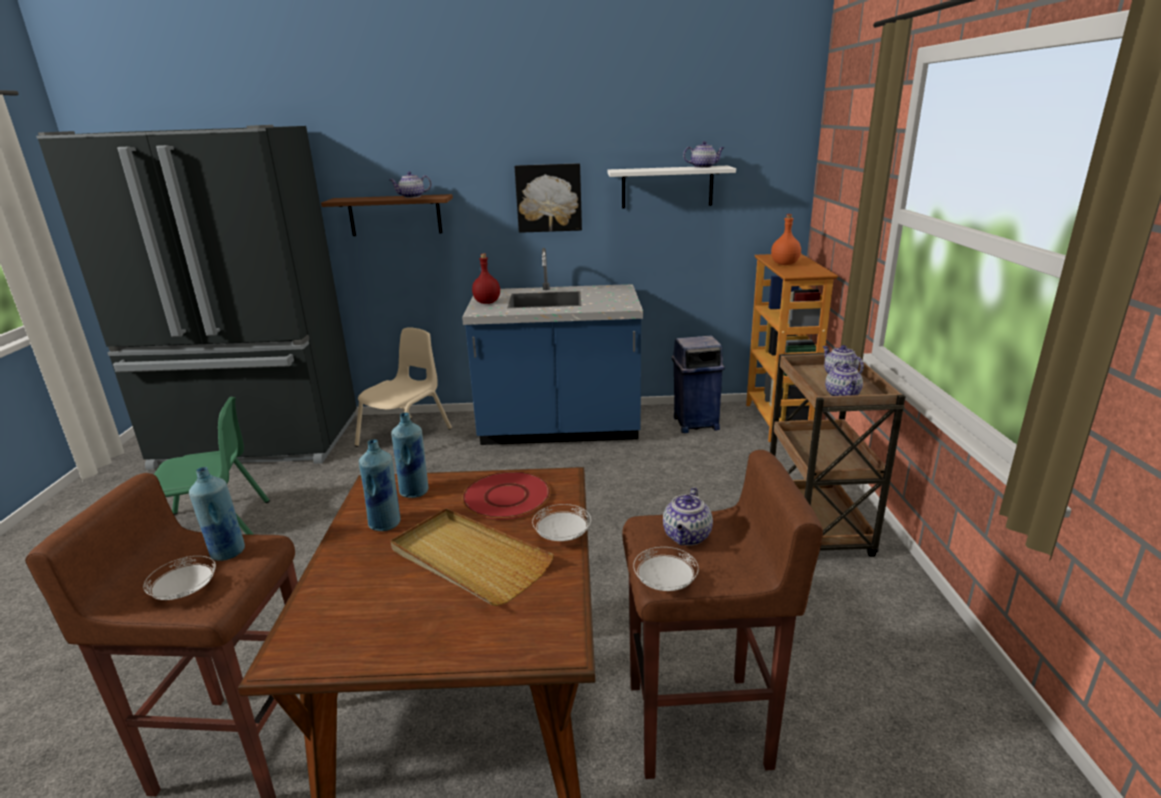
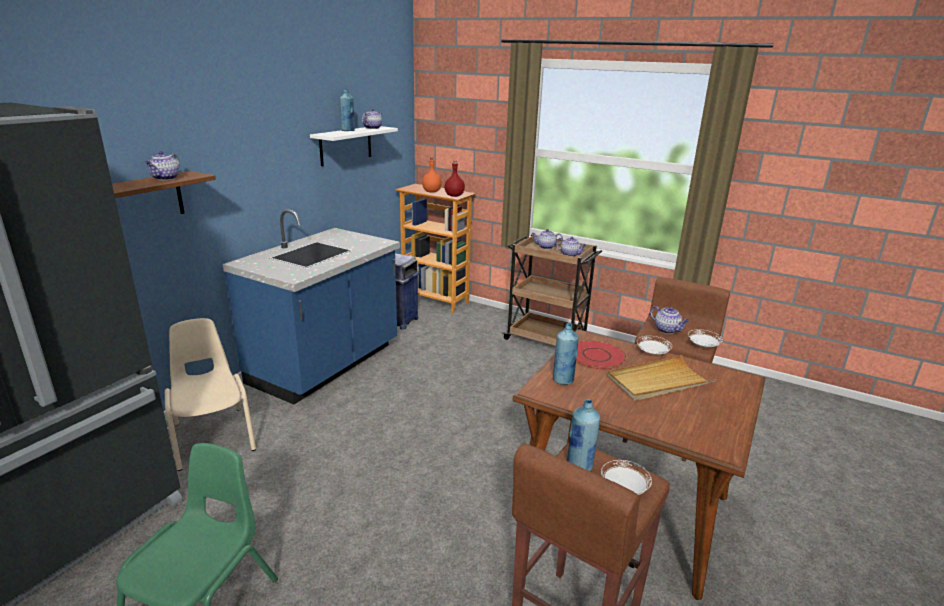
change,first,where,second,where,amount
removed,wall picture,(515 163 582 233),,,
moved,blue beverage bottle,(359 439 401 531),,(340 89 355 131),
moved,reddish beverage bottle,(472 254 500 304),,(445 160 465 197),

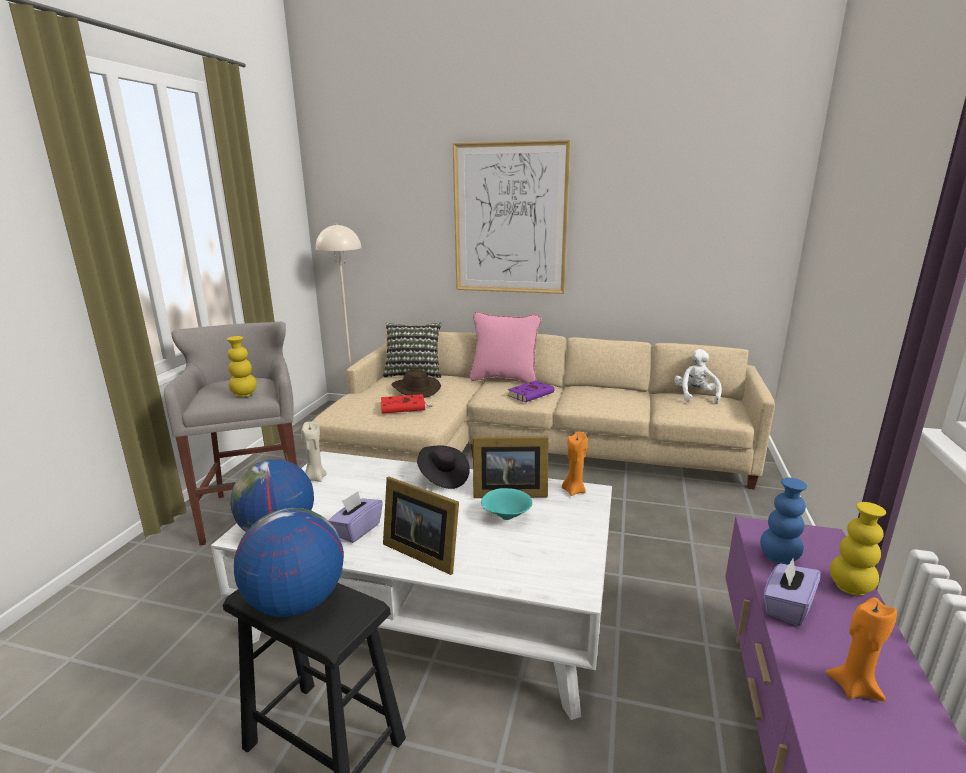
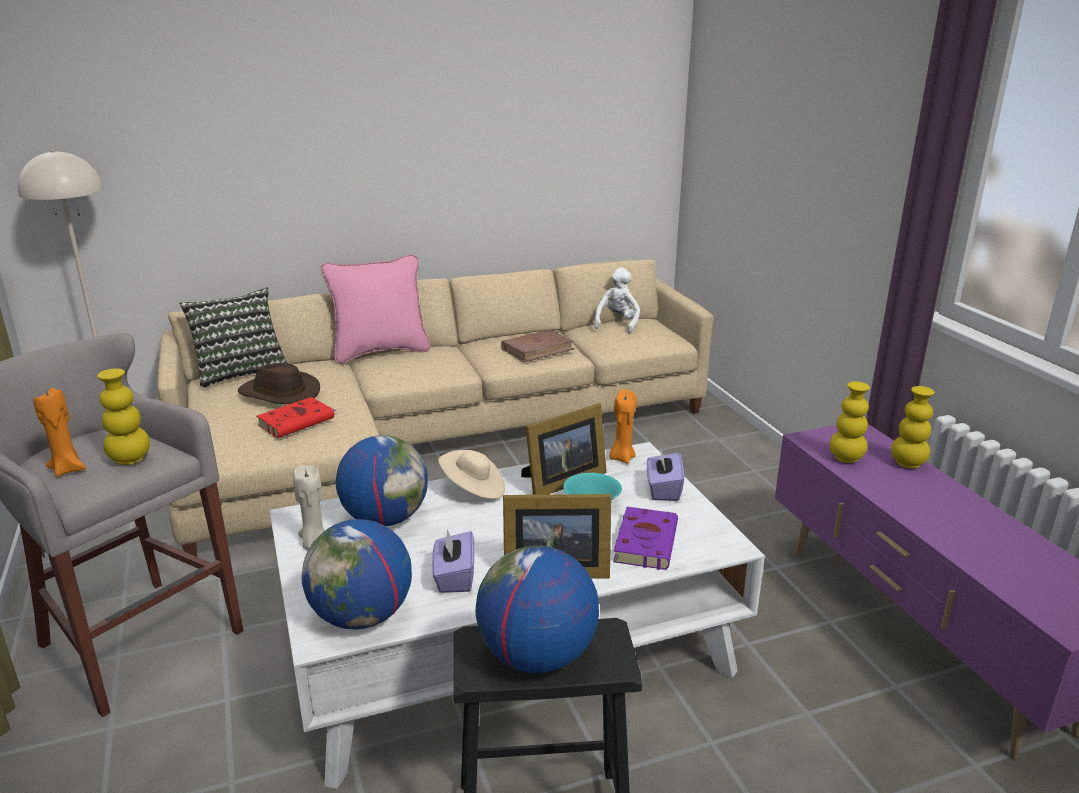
change,first,where,second,where,amount
removed,wall picture,(453 140 571 294),,,
added,,,desk globe,(336 435 428 526),
added,,,brownish book,(501 329 574 362),
moved,purple book,(508 380 555 402),,(613 507 678 570),
moved,purple tissue holder,(763 558 821 626),,(647 450 684 501),
moved,orange wax candle,(825 597 897 701),,(33 388 86 477),
recoloured,black-coloured clothing hat,(417 446 470 489),beige clothing hat,(438 450 505 499),
recoloured,blue decorative vase,(760 478 807 565),yellowish decorative vase,(830 382 870 463),
turned,white-coloured soft toy,(674 349 722 404),,(594 267 640 334),45 degrees clockwise

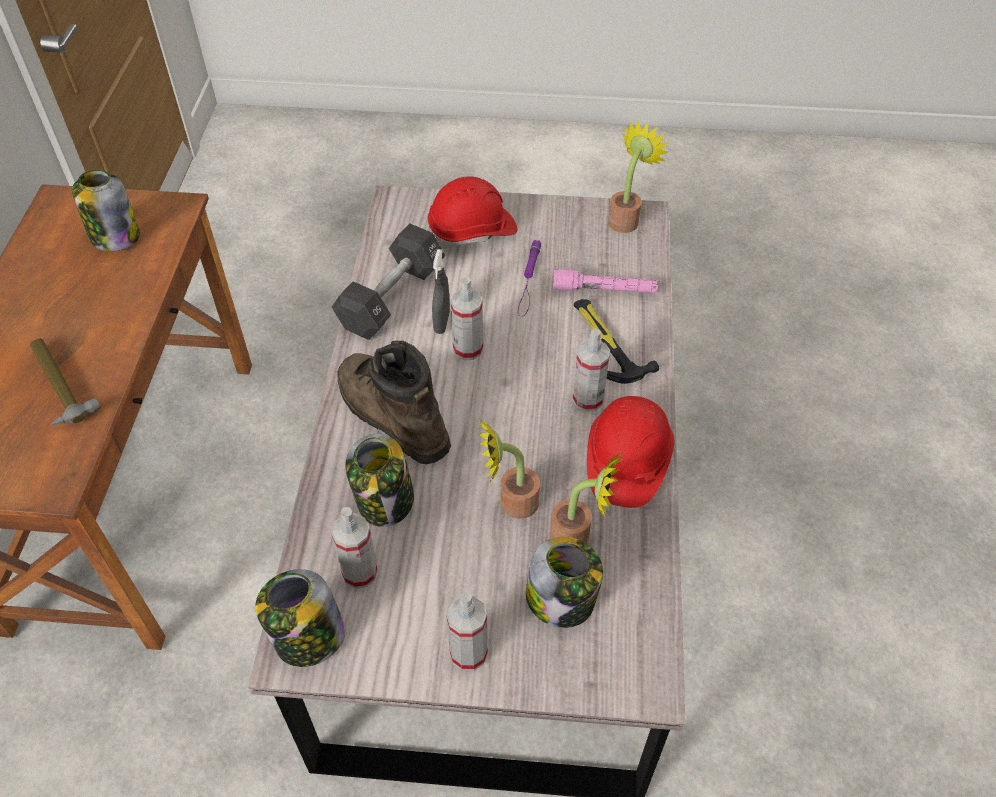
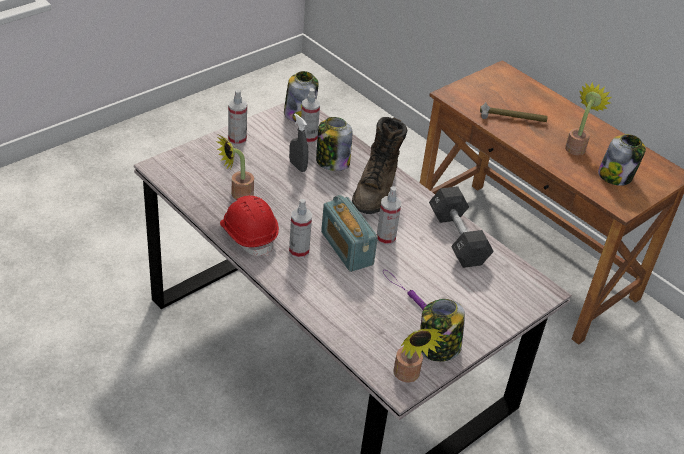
change,first,where,second,where,amount
removed,reddish hard hat,(428 176 517 248),,,
removed,pink-coloured torch,(553 269 658 293),,,
removed,hand hammer,(574 299 659 384),,,
added,,,radio receiver,(321 195 378 272),
moved,gray hand sprayer,(432 249 450 334),,(289 113 308 172),
moved,plant in a pot,(477 419 540 519),,(565 82 611 155),
moved,preserve jar,(526 537 603 628),,(420 299 465 362),
turned,brownish tall boot,(337 341 451 464),,(352 117 408 214),105 degrees clockwise

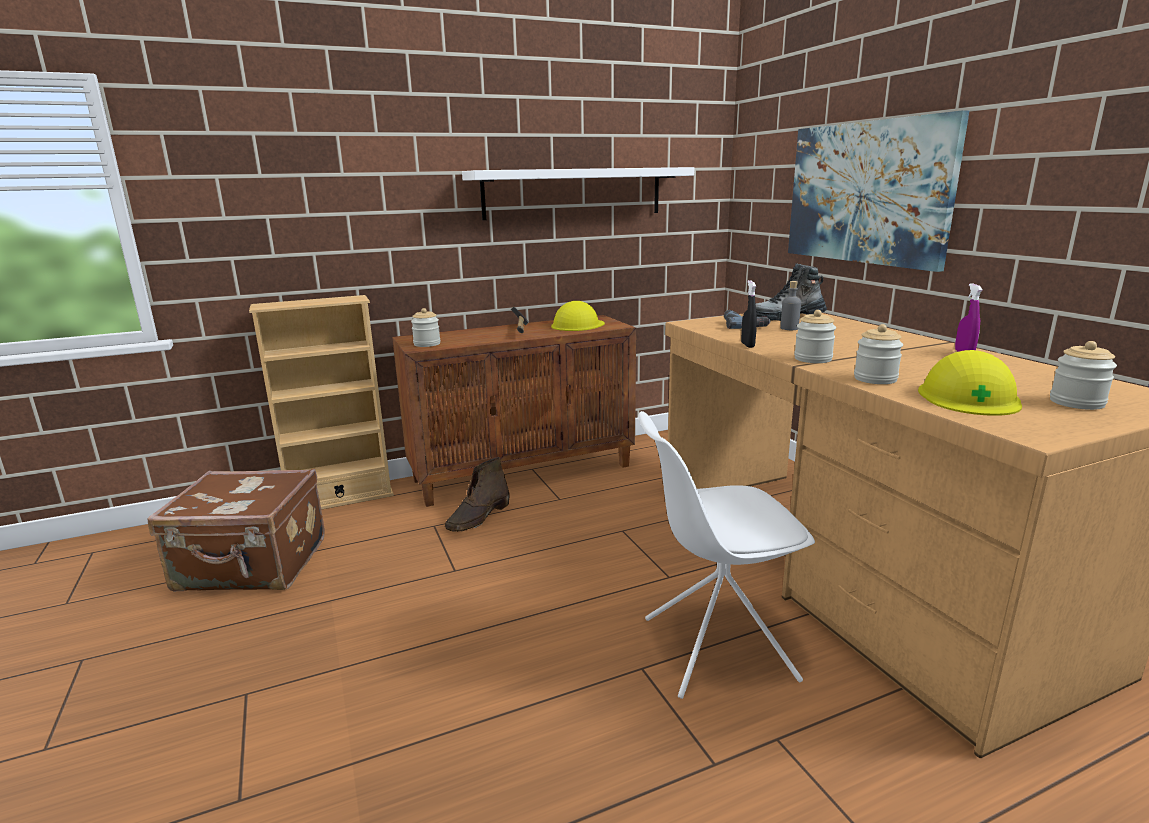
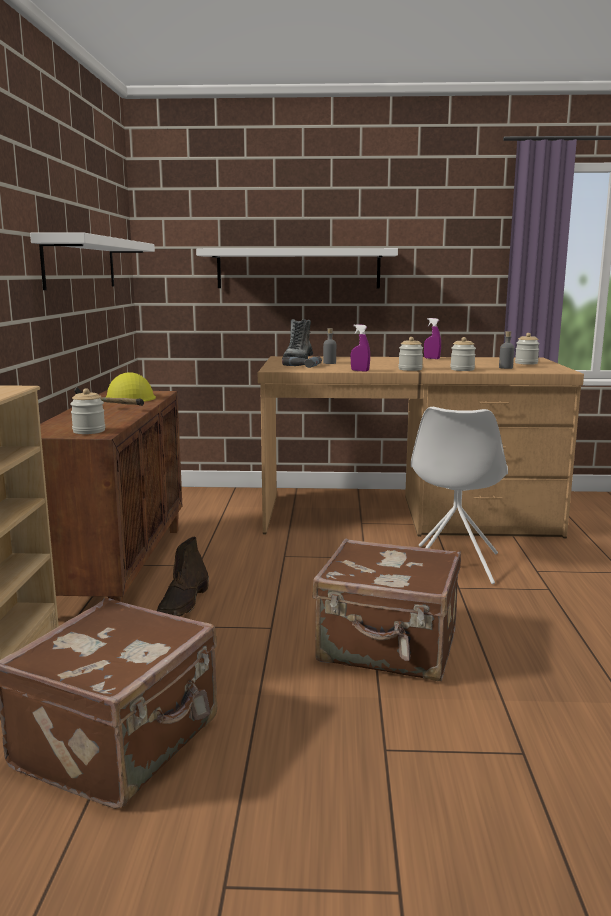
change,first,where,second,where,amount
added,,,brownish travel case,(313 539 461 681),
replaced,wall picture,(788 110 969 272),white-coloured shelf,(196 248 398 288),
replaced,yellowish hard hat,(918 350 1022 416),gray beverage bottle,(499 331 514 369),
recoloured,black-coloured hand sprayer,(741 280 757 348),purple hand sprayer,(351 324 370 372),
turned,brownish tall boot,(445 457 509 532),,(157 537 209 617),45 degrees clockwise

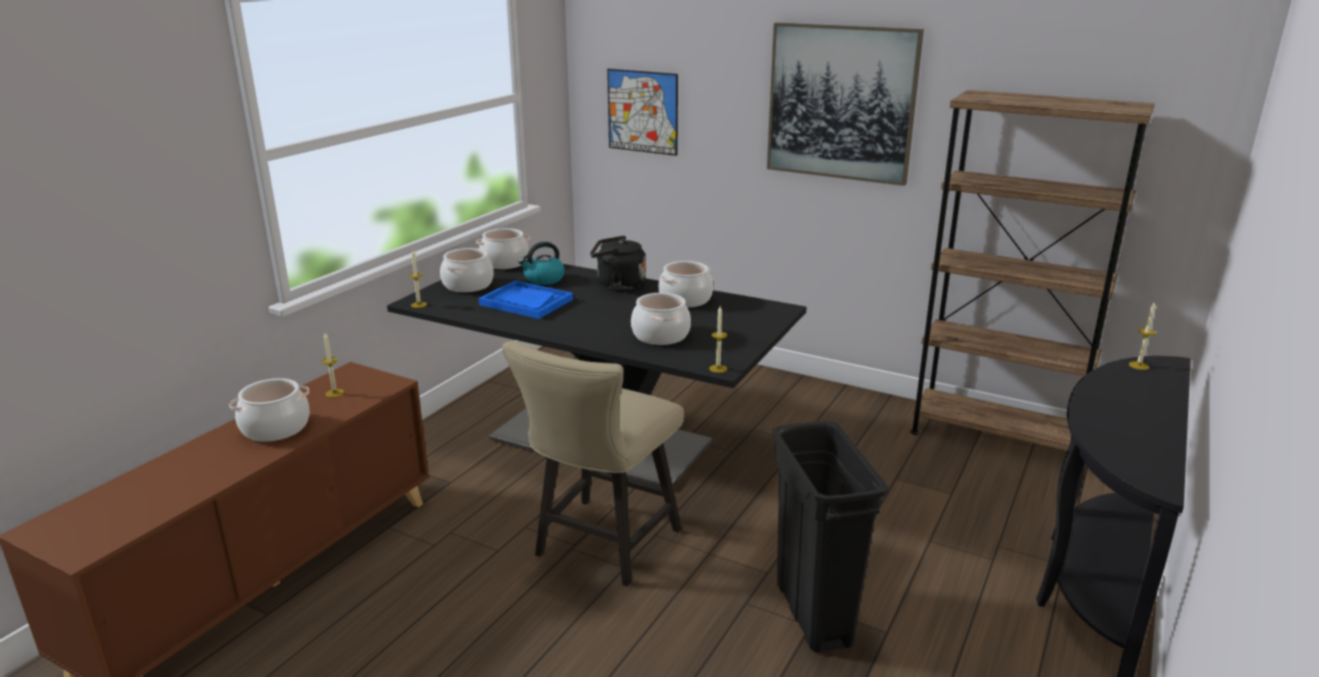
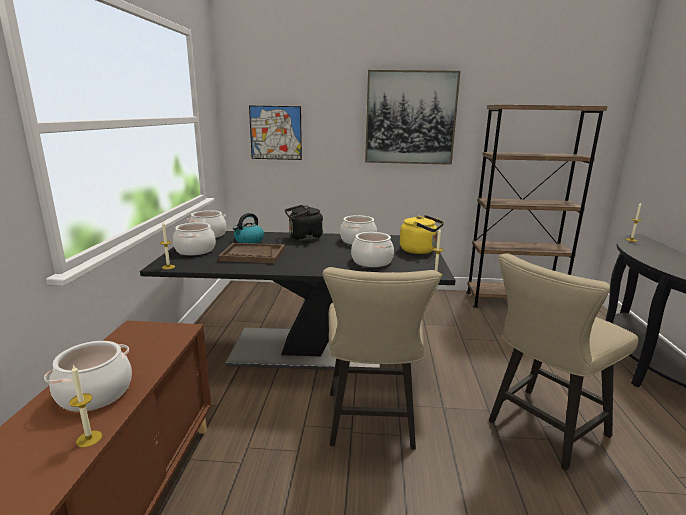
change,first,where,second,where,amount
added,,,yellowish kettle,(400 215 444 254),
moved,wax candle,(322 333 344 397),,(69 364 102 448),
replaced,black-coloured rubbish bin,(772 421 889 653),beige plain chair,(489 253 639 471),
recoloured,blue carrying tray,(479 281 573 319),brownish carrying tray,(218 243 285 264),

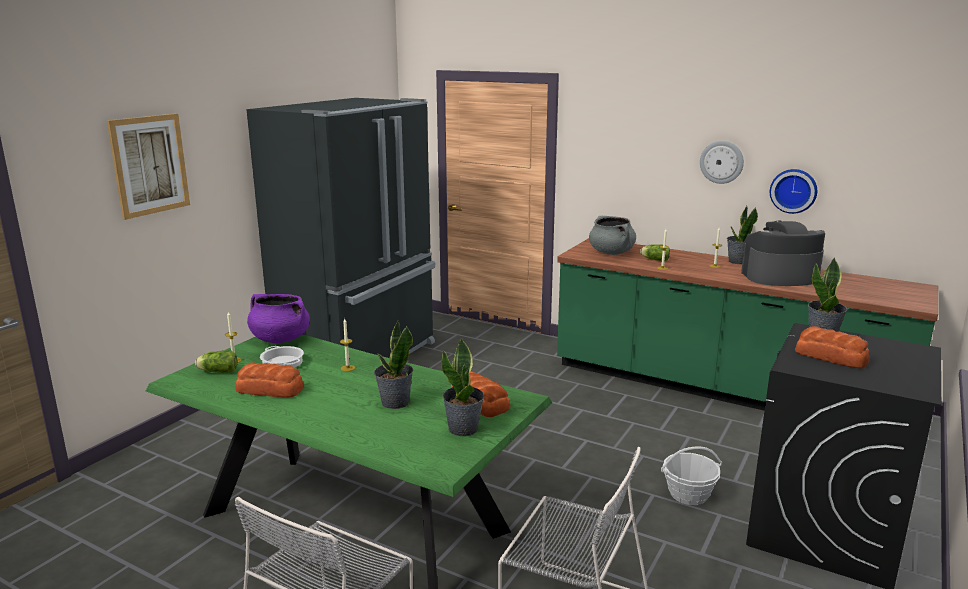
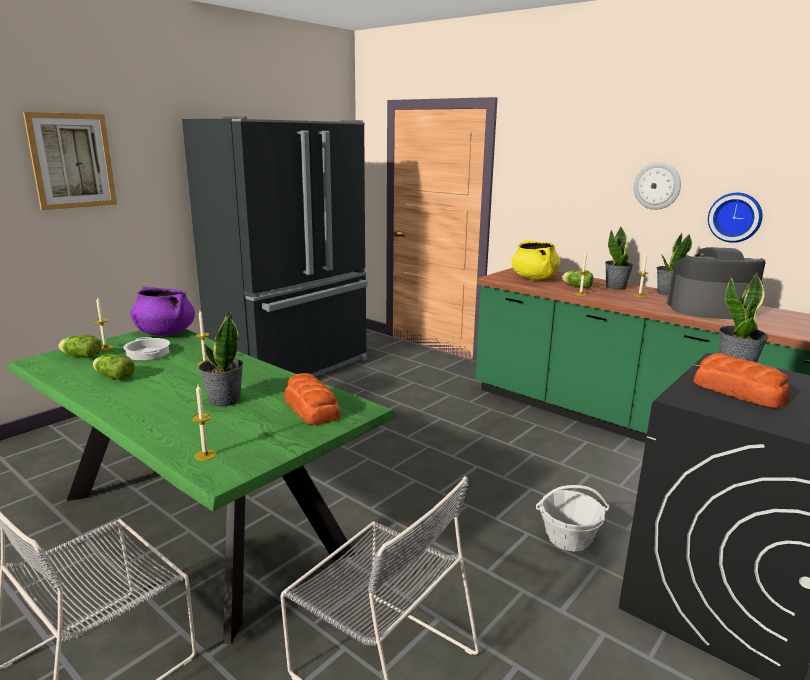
change,first,where,second,where,amount
added,,,wax candle,(192 385 216 461),
moved,plant in a pot,(442 338 484 436),,(605 227 633 290),
replaced,bread,(236 363 304 397),lettuce,(93 354 135 380),
recoloured,gray stockpot,(589 216 636 255),yellowish stockpot,(512 240 561 280),

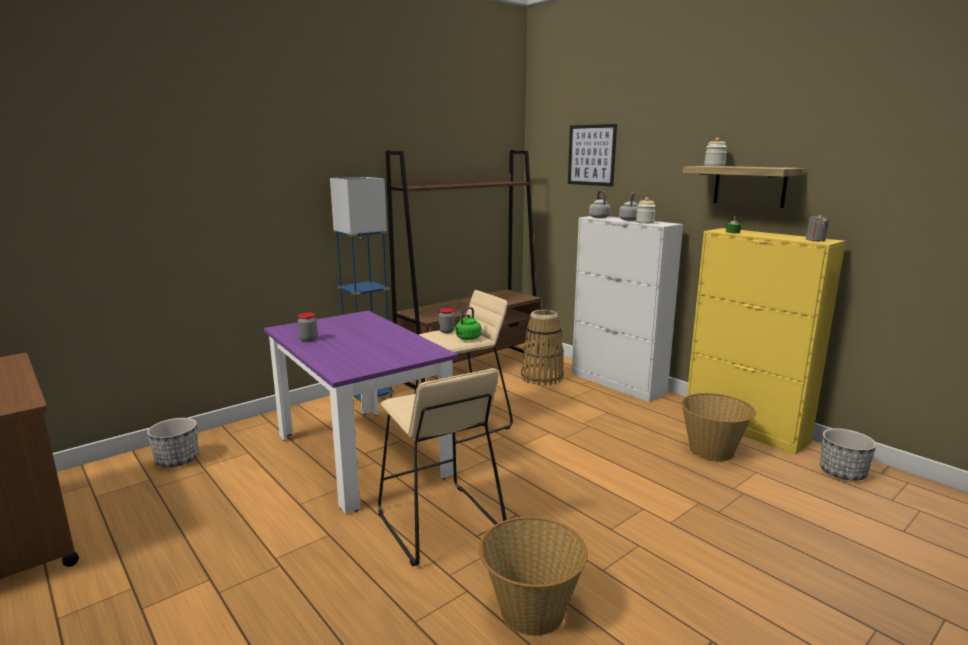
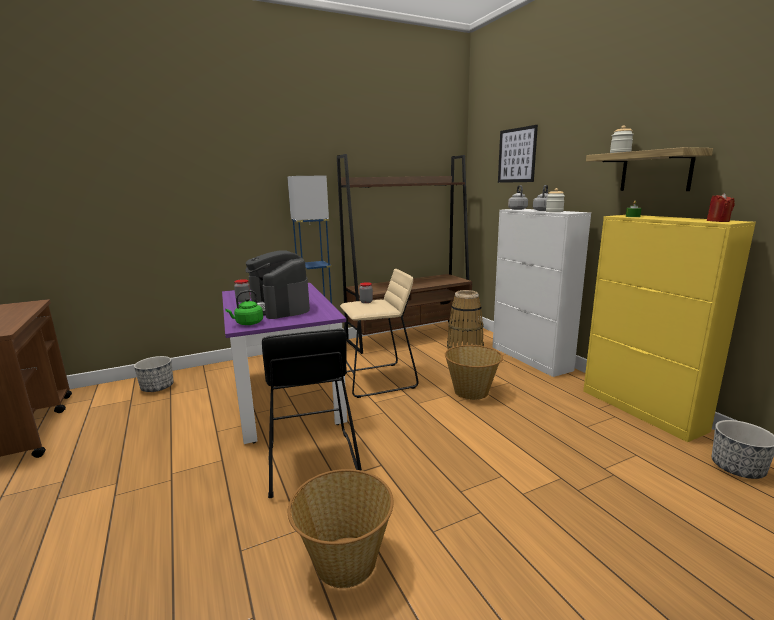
change,first,where,second,where,amount
added,,,coffee machine,(245 251 310 319),
moved,green-coloured kettle,(453 307 481 340),,(225 290 263 325),
moved,household basket,(681 393 756 462),,(445 345 503 400),
recoloured,beige sitting stool,(378 368 507 566),black-coloured sitting stool,(262 329 362 498),
recoloured,gray wax candle,(806 214 829 242),reddish wax candle,(707 193 735 222),

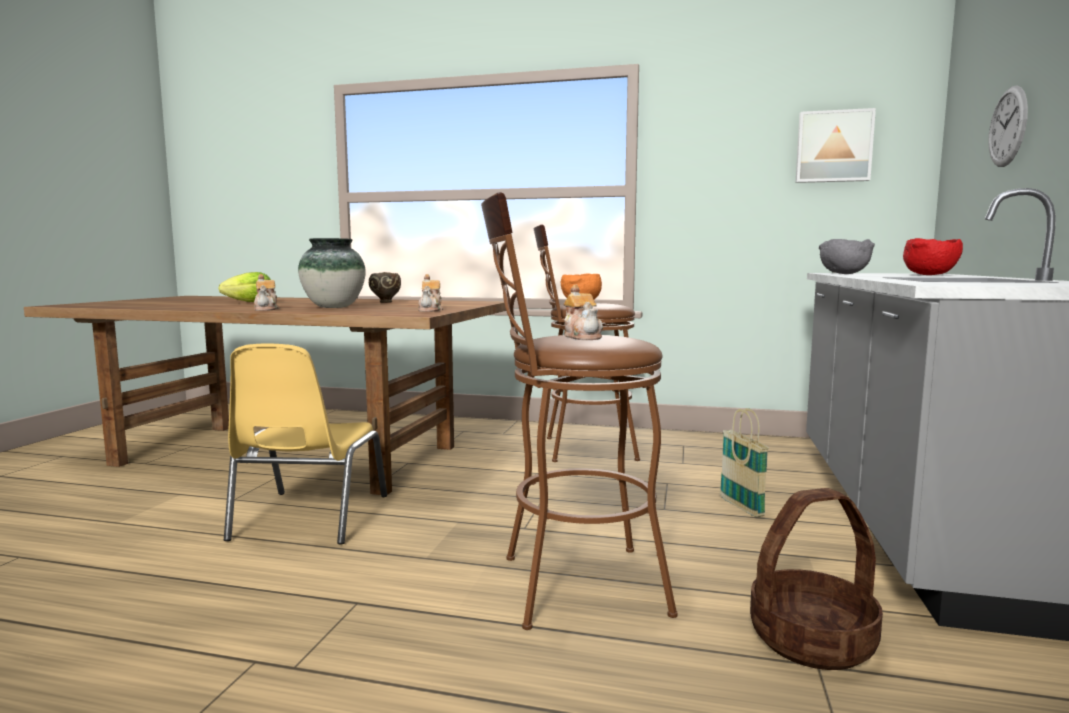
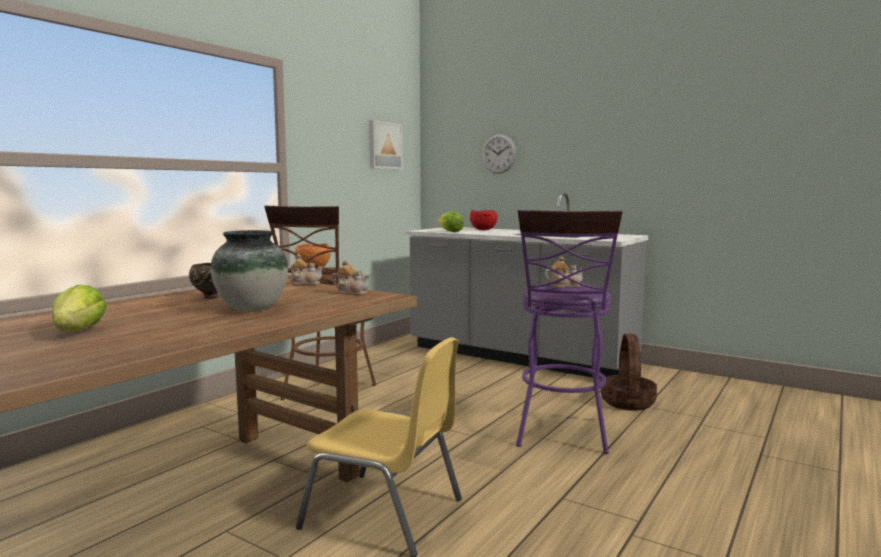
change,first,where,second,where,amount
removed,household basket,(720 408 769 517),,,
moved,pot for tea,(254 274 279 311),,(287 254 323 285),
replaced,gray serving bowl,(819 239 875 274),lettuce,(438 211 464 232),
recoloured,brownish sitting stool,(481 192 678 630),purple sitting stool,(516 210 623 454),

